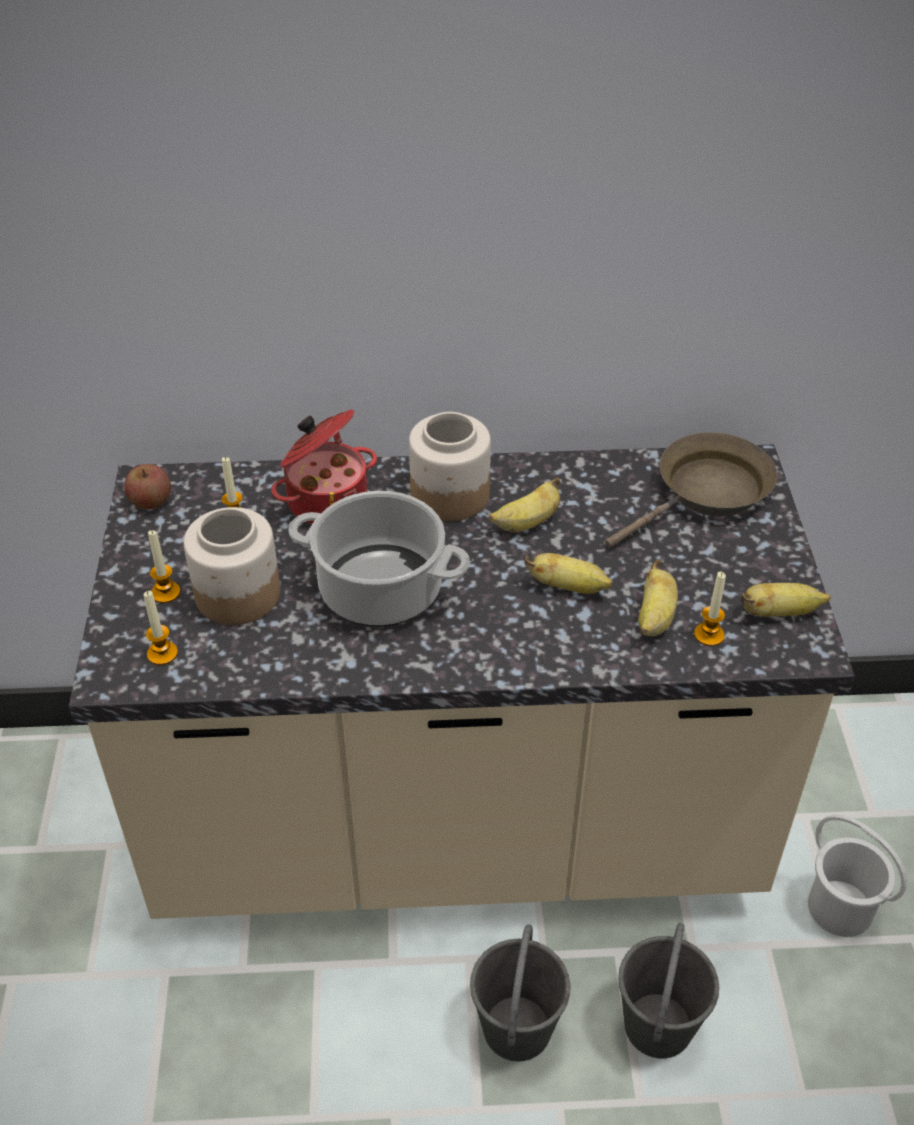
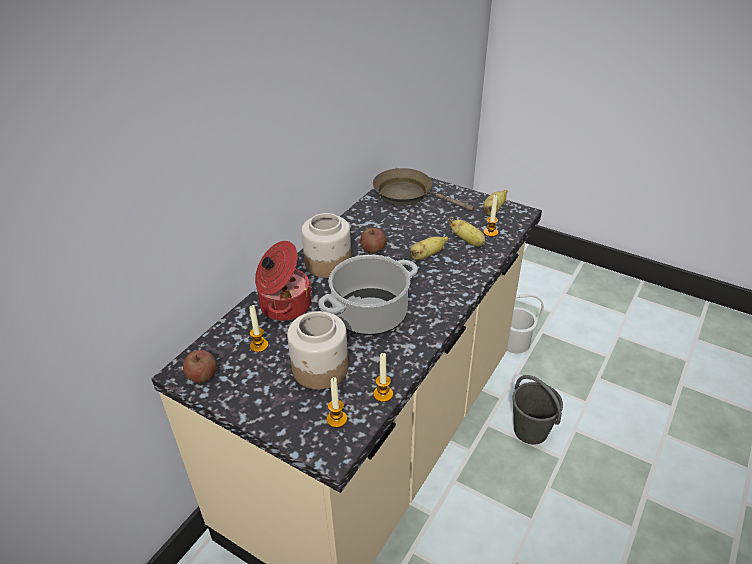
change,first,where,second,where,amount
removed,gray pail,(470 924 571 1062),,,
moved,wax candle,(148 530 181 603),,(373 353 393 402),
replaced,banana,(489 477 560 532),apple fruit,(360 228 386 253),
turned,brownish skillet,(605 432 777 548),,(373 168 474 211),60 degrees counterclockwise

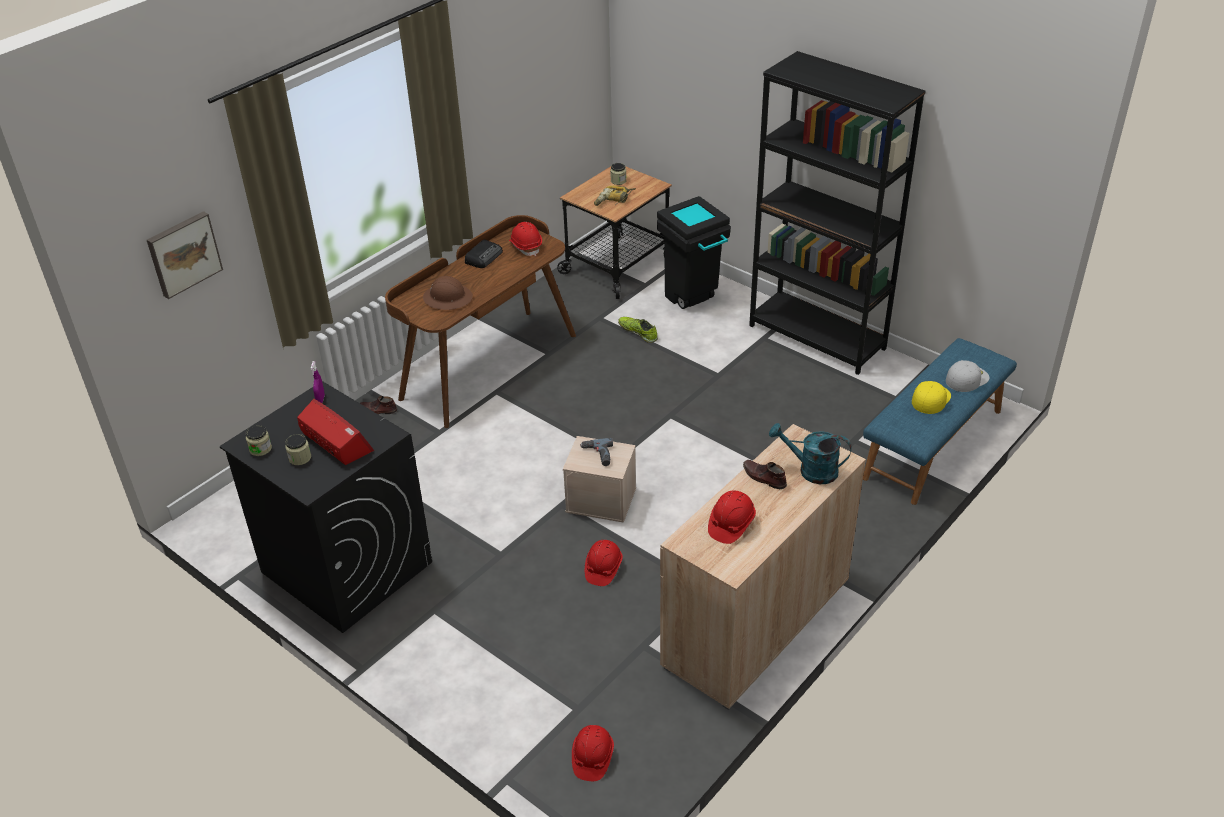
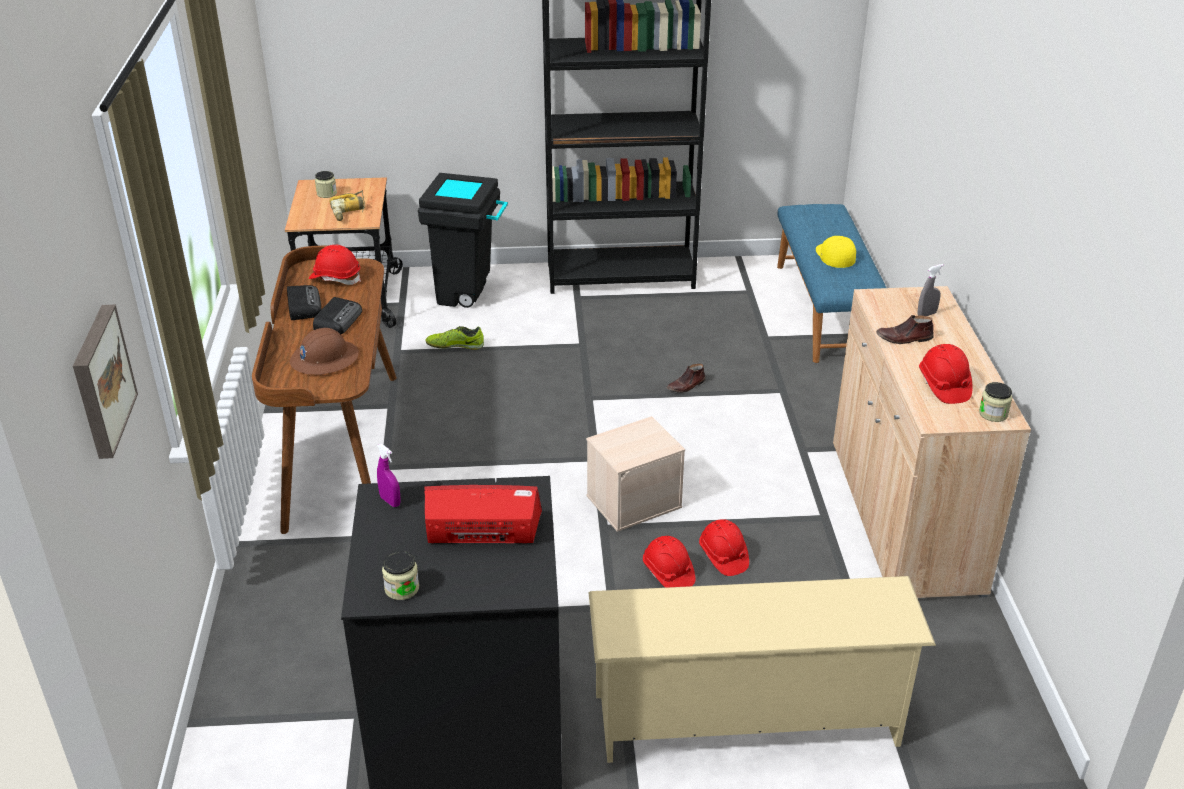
change,first,where,second,where,amount
removed,drill,(580 438 613 466),,,
removed,white-coloured cap,(946 360 990 392),,,
added,,,radio receiver,(313 297 362 334),
added,,,beige shoe shelf,(588 576 936 763),
moved,preserve jar,(285 434 311 465),,(979 382 1012 422),
moved,brownish shoe,(360 396 397 414),,(667 364 706 393),
moved,reddish hard hat,(572 725 614 781),,(643 536 695 588),
replaced,blue-green watering pot,(769 423 852 484),gray hand sprayer,(918 264 944 316),

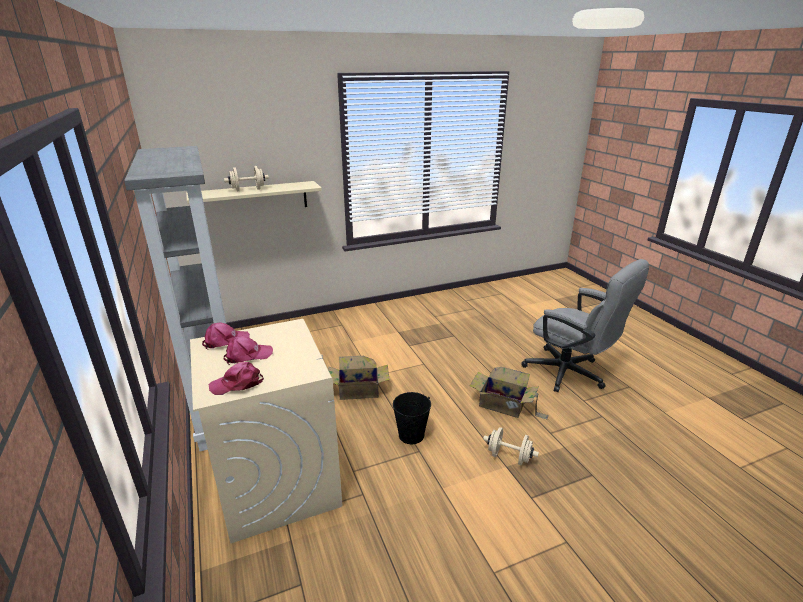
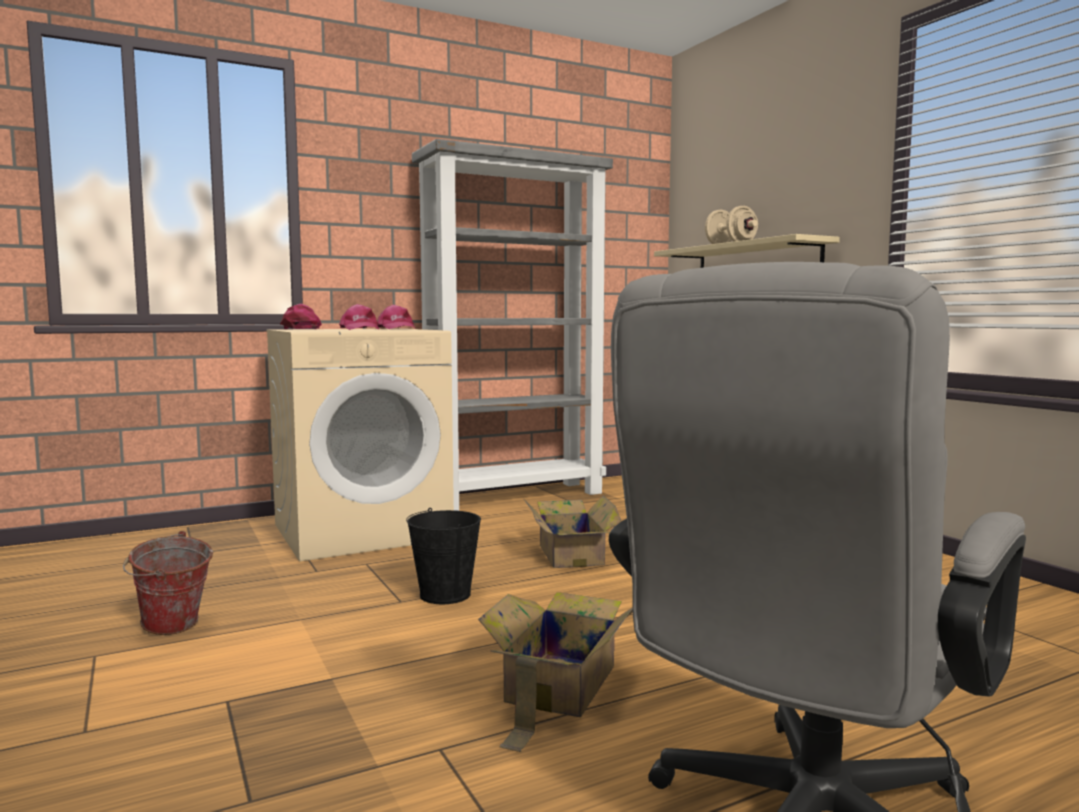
change,first,where,second,where,amount
removed,beige hand weight,(483 427 539 466),,,
added,,,pail,(123 531 213 635),

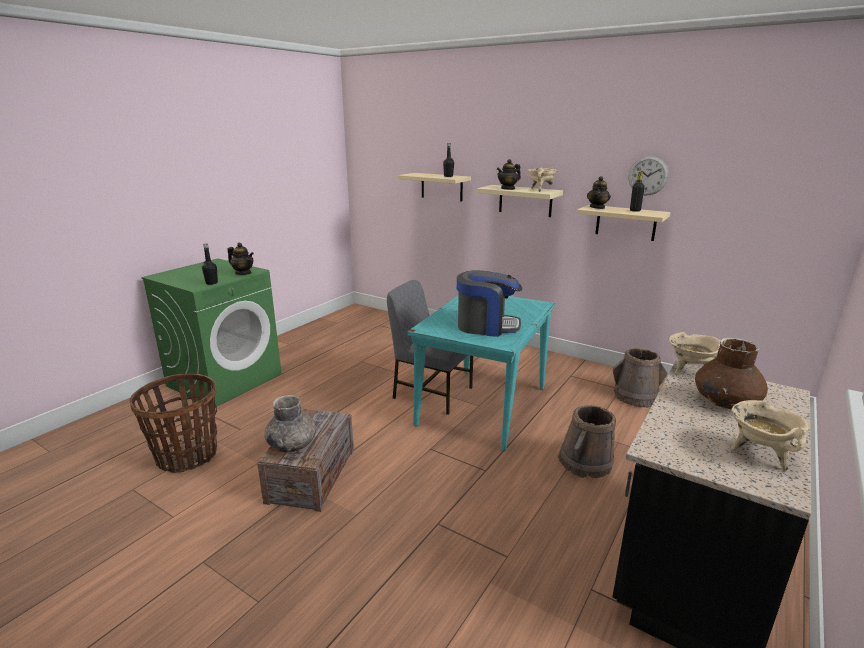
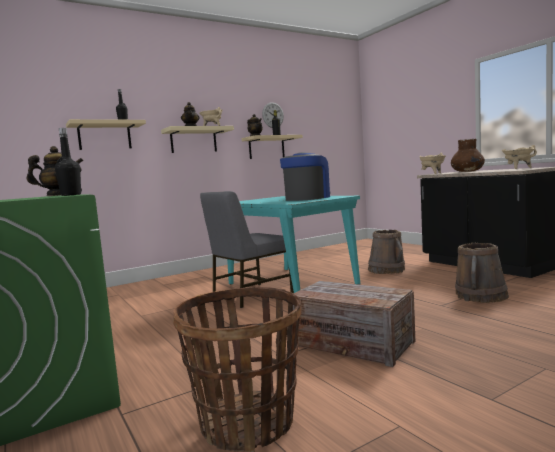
change,first,where,second,where,amount
removed,gray decorative vase,(264 395 316 453),,,
moved,brownish pail,(613 348 668 407),,(455 243 509 303),

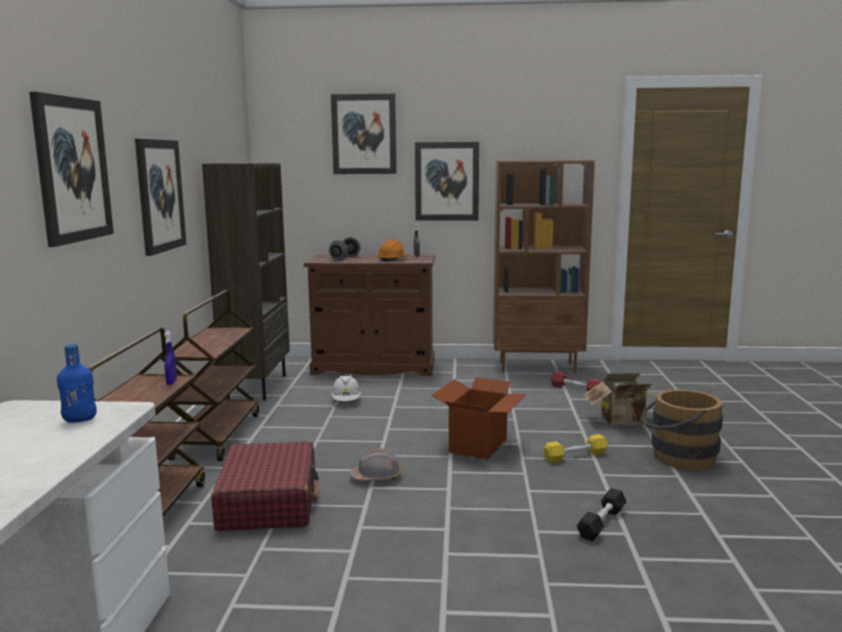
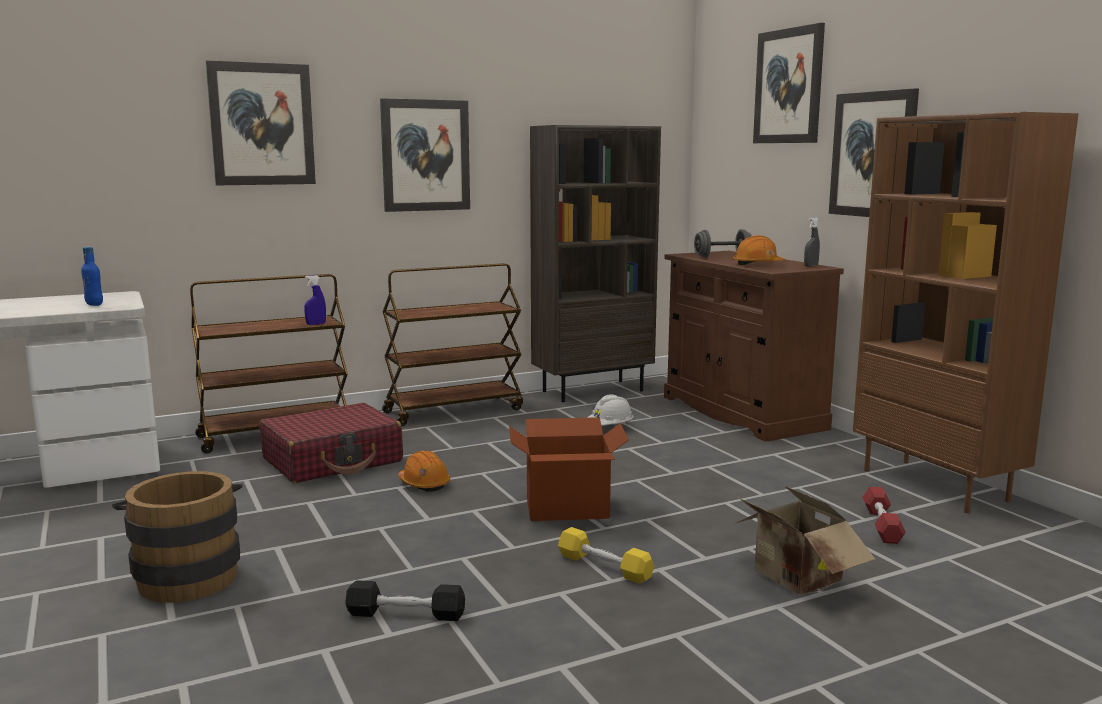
change,first,where,second,where,amount
moved,brownish pail,(641 389 723 470),,(112 471 243 603),
recoloured,gray hard hat,(349 448 402 481),orange hard hat,(398 451 450 492),

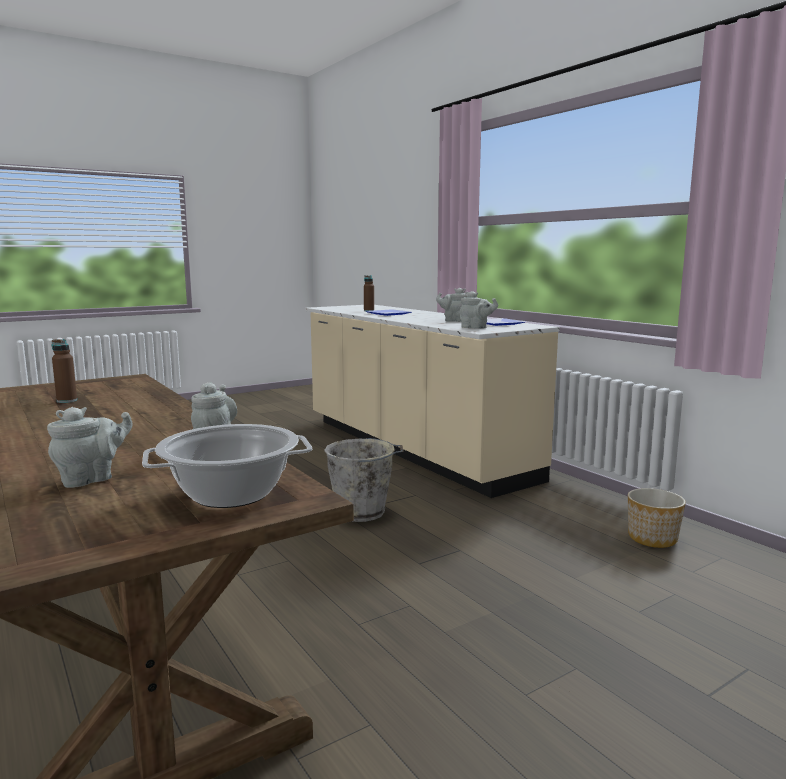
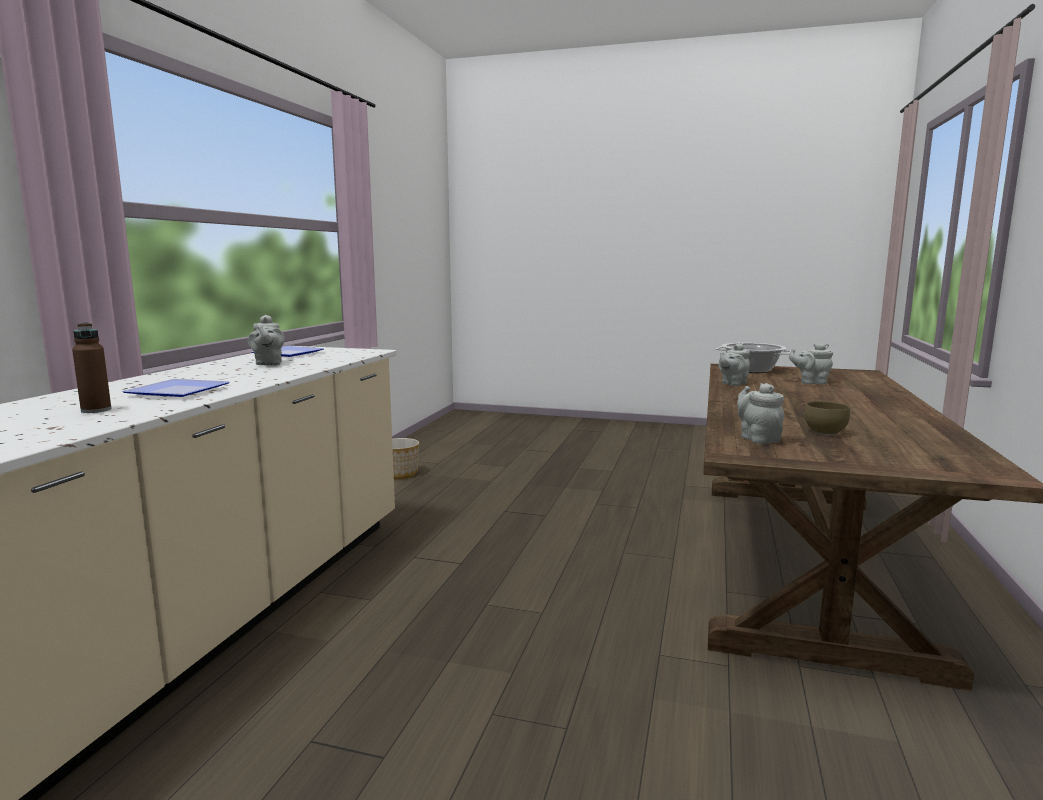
change,first,where,second,where,amount
removed,gray pail,(324 438 403 522),,,
moved,gray pot for tea,(460 291 498 329),,(737 383 784 444),
replaced,brownish beverage bottle,(52 339 77 403),brownish serving bowl,(805 401 850 435),

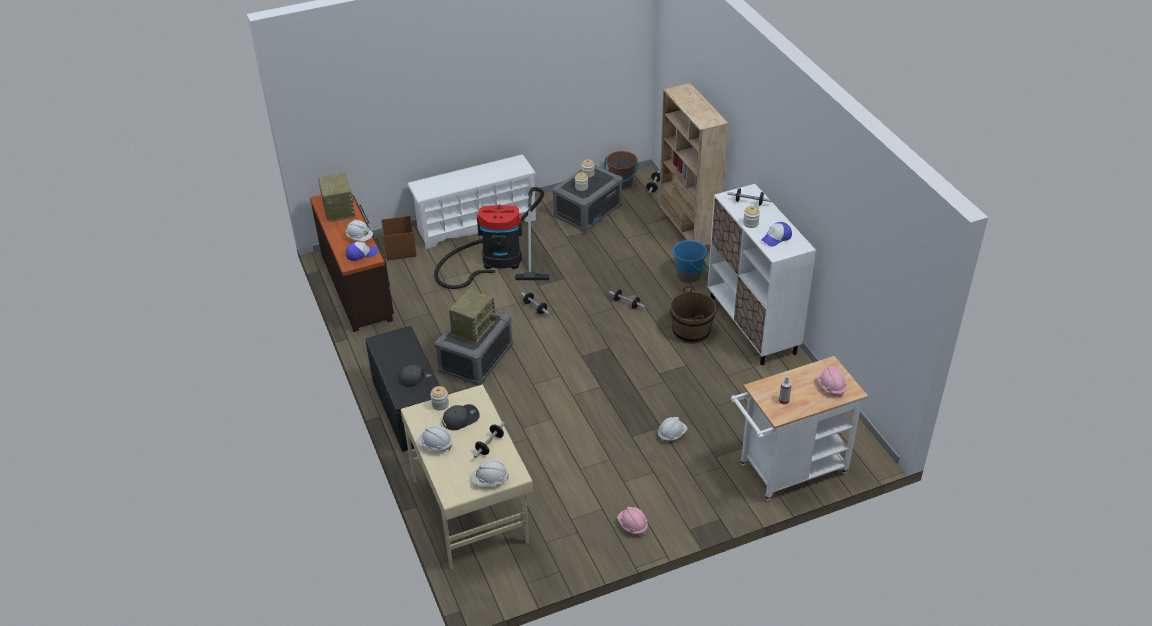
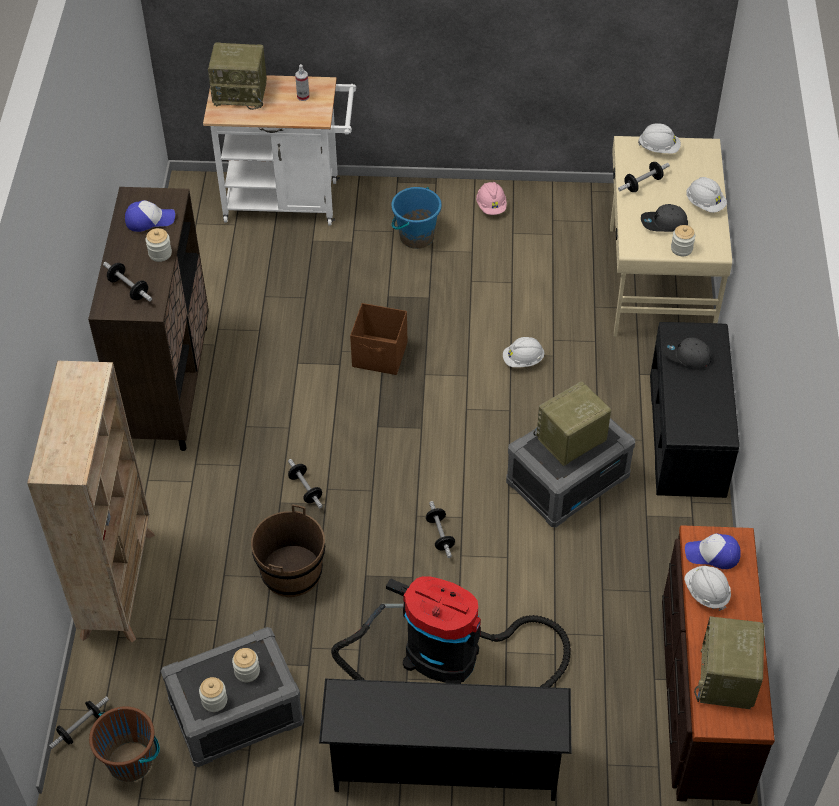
change,first,where,second,where,amount
moved,brownish storage container,(381 216 417 261),,(350 303 407 375),
moved,white-coloured hard hat,(658 417 687 443),,(503 337 545 367),
moved,brownish pail,(670 286 716 344),,(251 505 325 597),
moved,blue pail,(673 239 707 283),,(391 187 442 249),
replaced,pink-coloured hard hat,(817 366 847 397),radio receiver,(208 42 267 110),
recoloured,white-coloured shoe shelf,(407 155 536 249),black-coloured shoe shelf,(319 679 571 801),
recoloured,white-coloured cabinet,(708 184 816 365),brownish cabinet,(88 187 209 451),

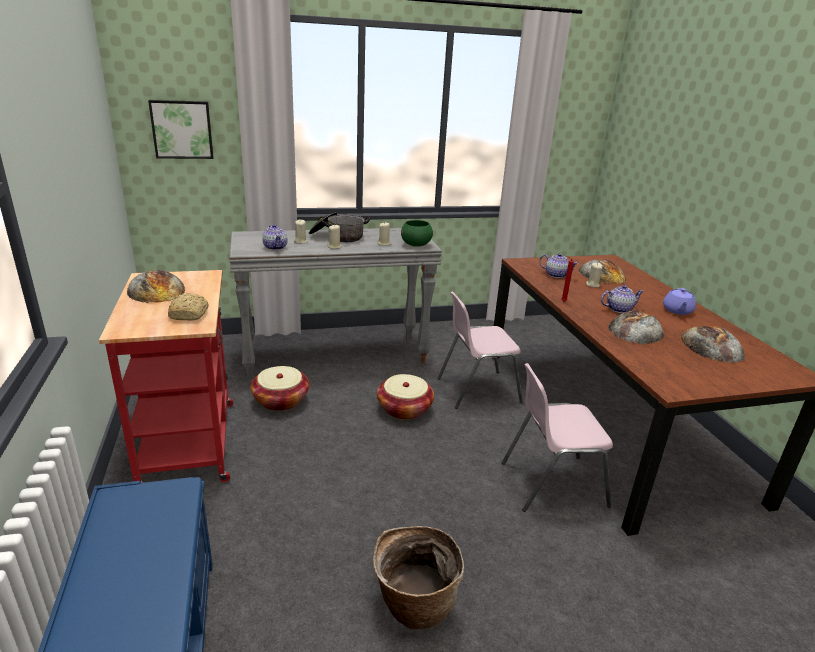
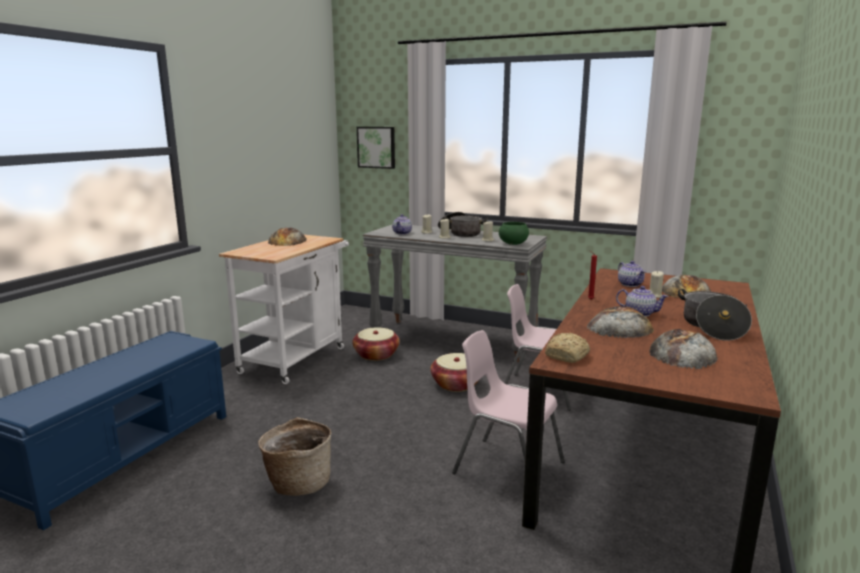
change,first,where,second,where,amount
moved,bread,(168 293 209 320),,(545 333 590 363),
replaced,purple pot for tea,(663 288 696 315),stockpot,(678 289 752 341),
recoloured,reddish cart,(99 270 233 483),white-coloured cart,(219 235 349 384),

